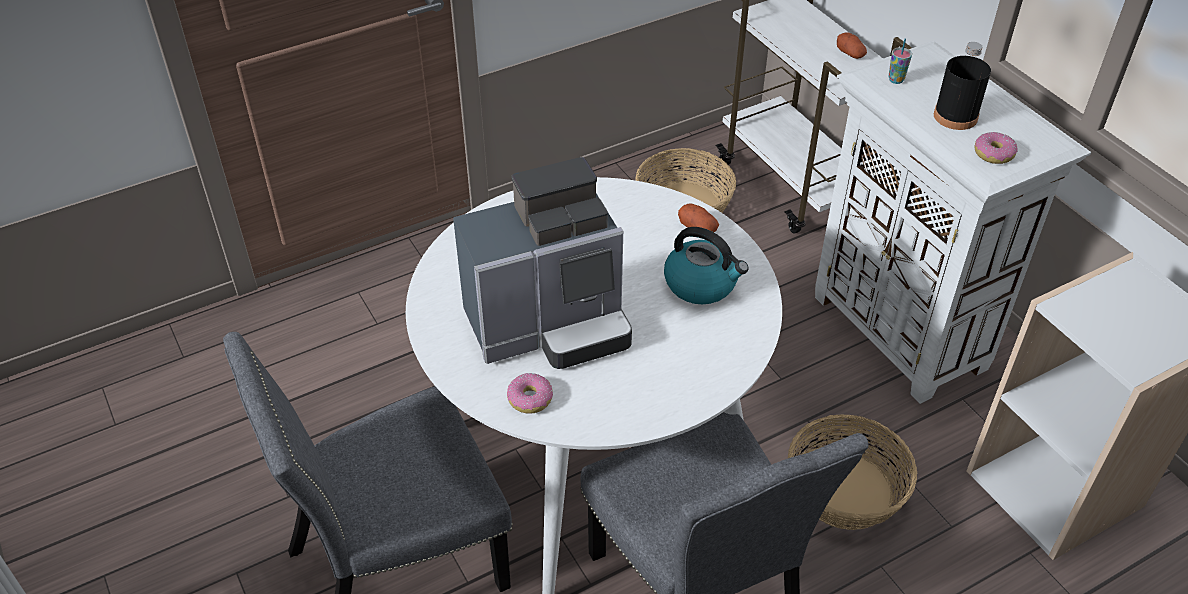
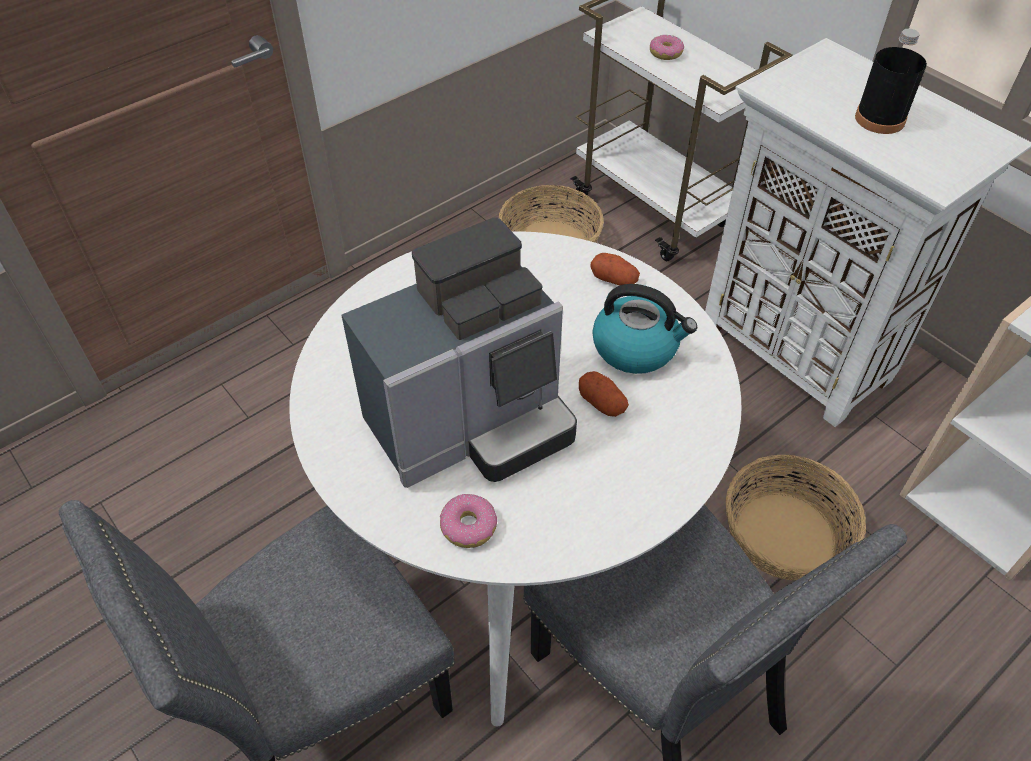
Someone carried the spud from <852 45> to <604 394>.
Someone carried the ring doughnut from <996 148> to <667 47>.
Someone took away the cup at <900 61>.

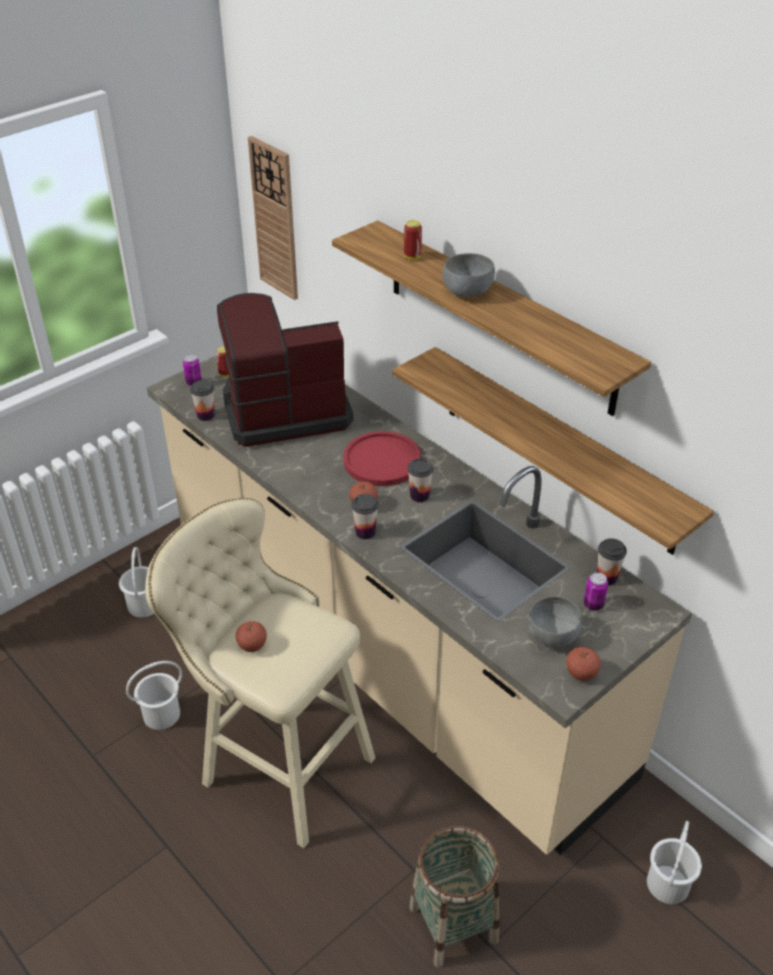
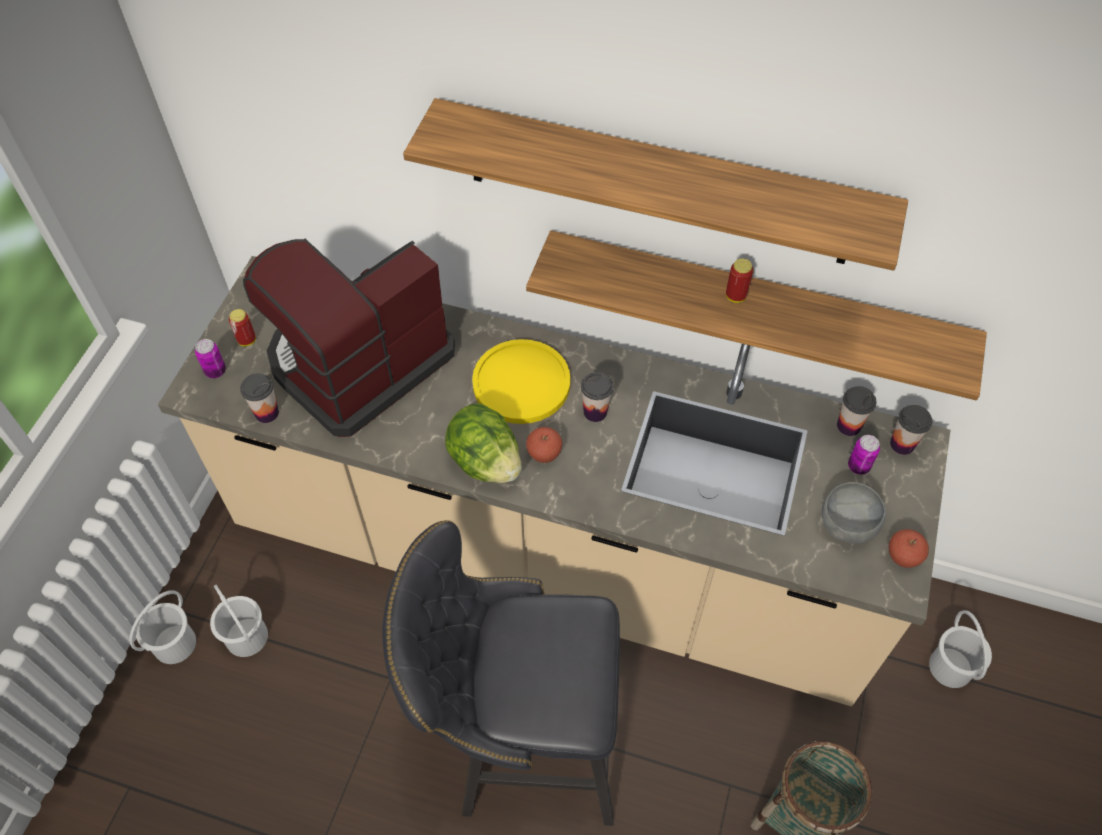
Someone carried the white-coloured bucket from <154 695> to <162 627>.
Someone repainted the beige stool at <260 673>, which became the blackish stool at <501 673>.
Someone put down the lettuce head at <483 443>.
Someone repainted the red-coloured flat dish at <382 458>, which became the yellow flat dish at <521 381>.
Someone carried the can from <413 240> to <740 281>.
Someone carried the cup from <365 516> to <911 430>.
Someone took away the whole apple at <251 636>.
Someone took away the clock on the wall at <273 218>.
Someone took away the greyish deep dish at <468 275>.

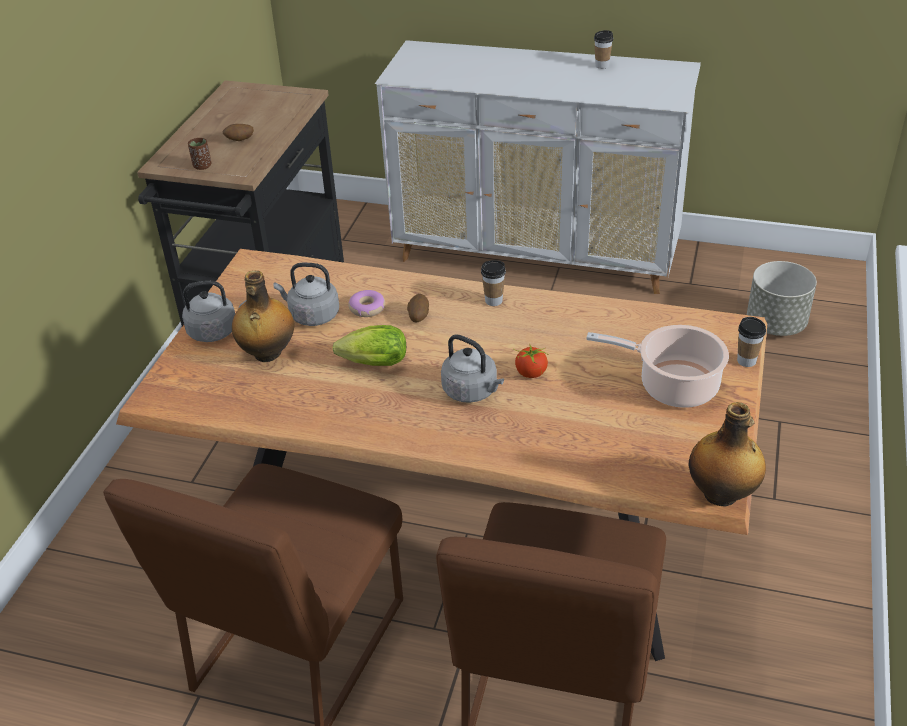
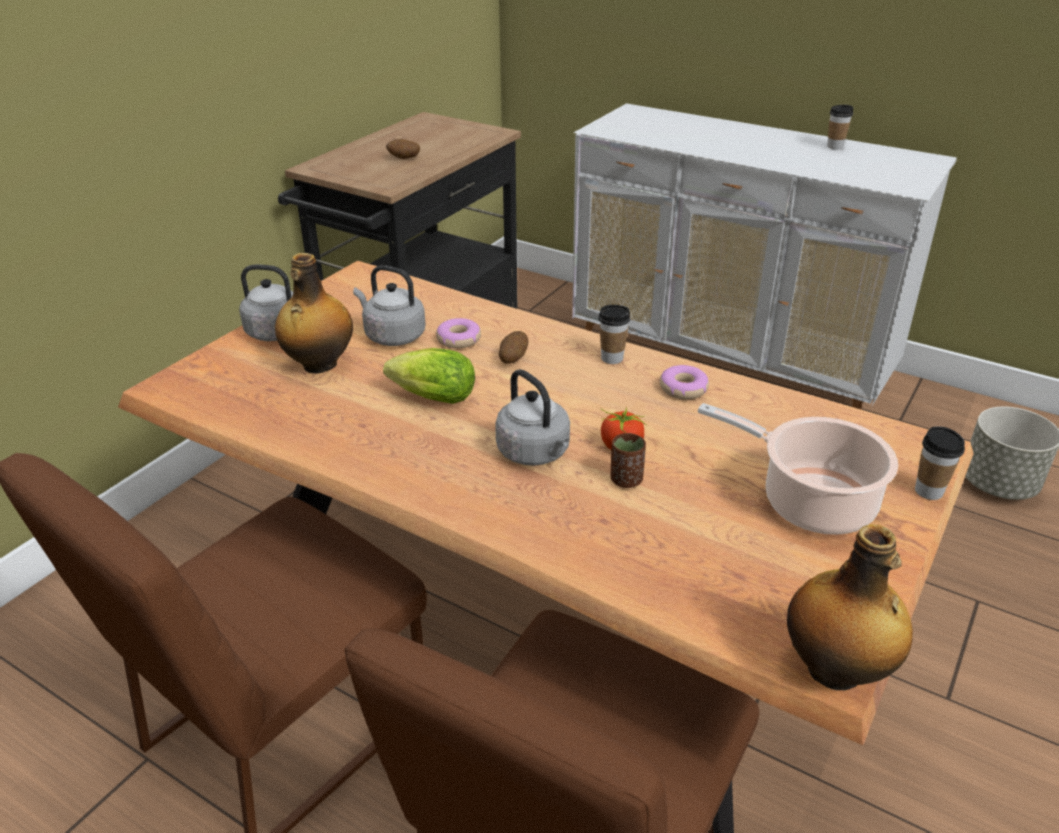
Someone carried the brown cup from <199 154> to <628 460>.
Someone put down the ring doughnut at <684 382>.

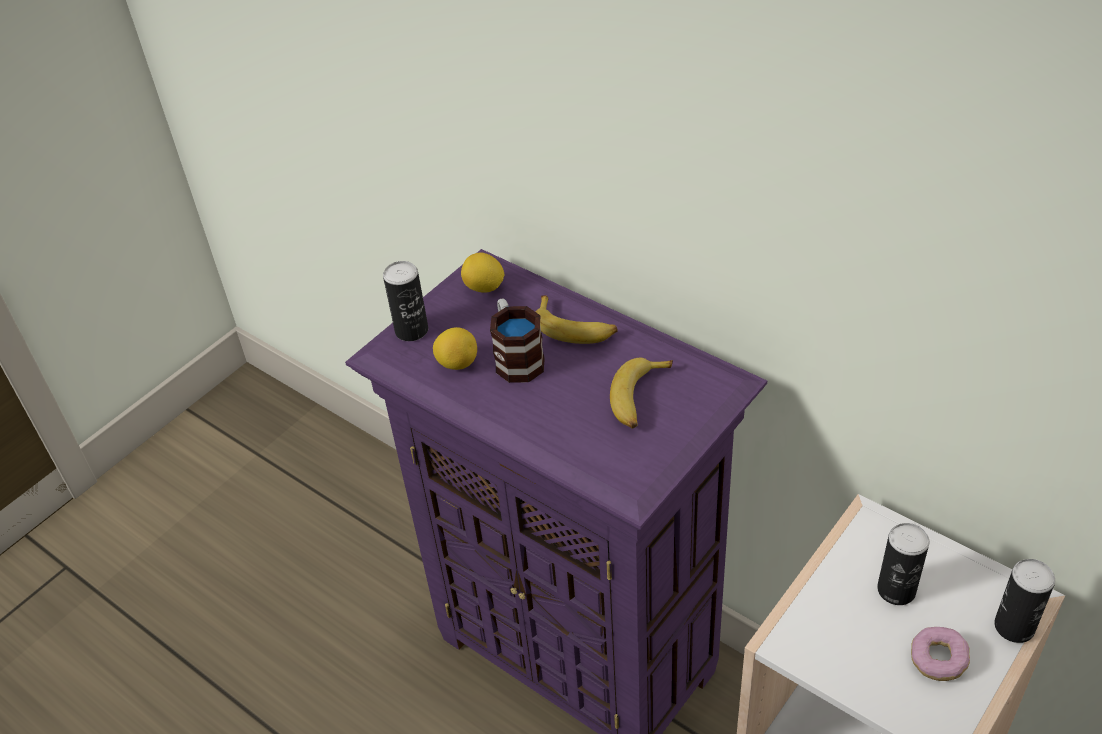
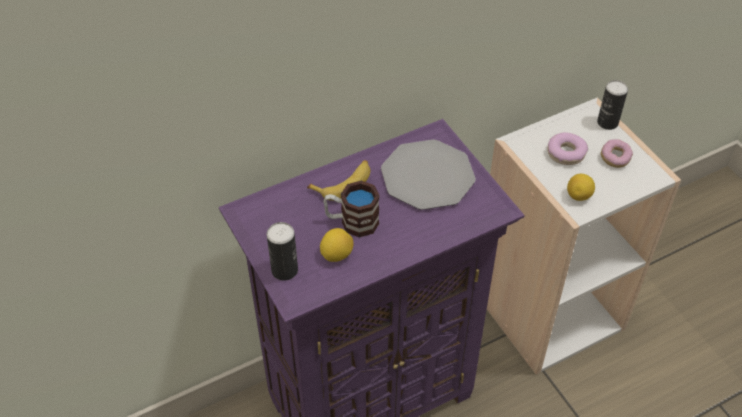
Someone swapped the banana at <641 392> for the flat dish at <428 174>.
Someone swapped the can at <903 564> for the ring doughnut at <567 148>.
Someone carried the lemon from <483 273> to <581 187>.

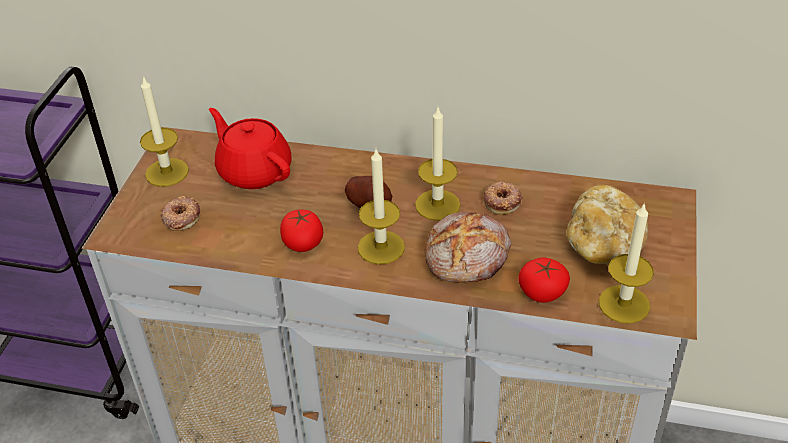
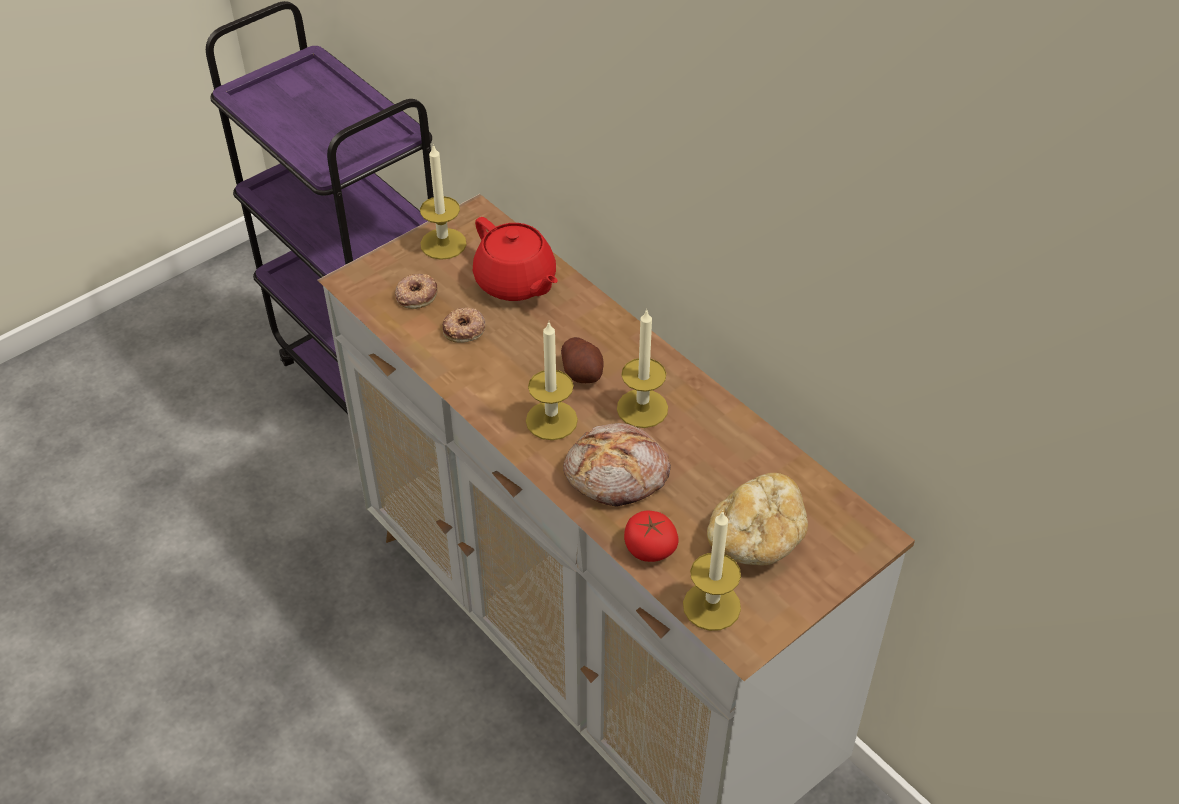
Someone carried the ring doughnut from <503 198> to <463 325>.
Someone rotated the red-coloured teapot at <250 148> by 150 degrees clockwise.
Someone took away the whole tomato at <301 231>.

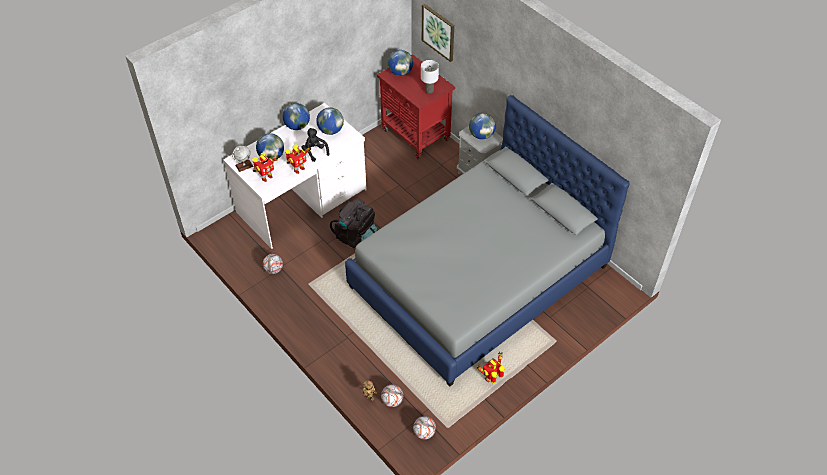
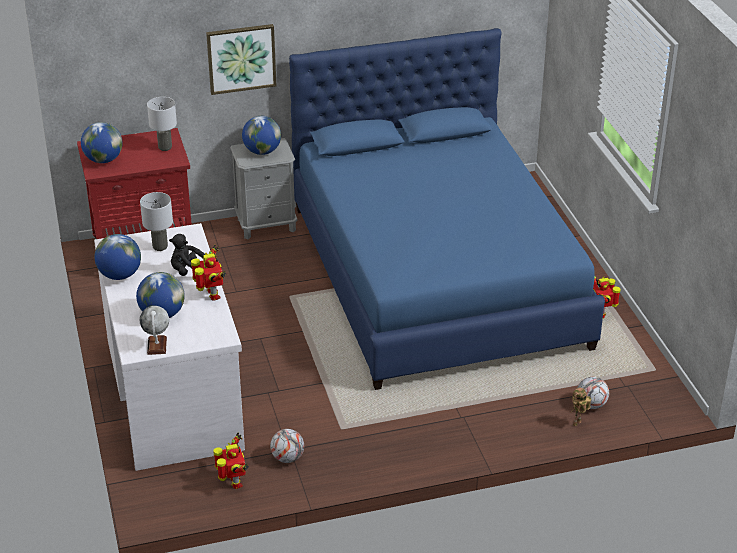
Someone swapped the world globe at <330 121> for the white-coloured lamp for a table at <156 221>.
Someone carried the wall picture from <438 33> to <241 59>.
Someone carried the model robot from <265 167> to <231 460>.
Someone repainted the greyish sleeping bed at <487 241>, which became the blue sleeping bed at <447 209>.
Someone took away the blackish knapsack at <354 223>.
Someone took away the football ball at <424 427>.

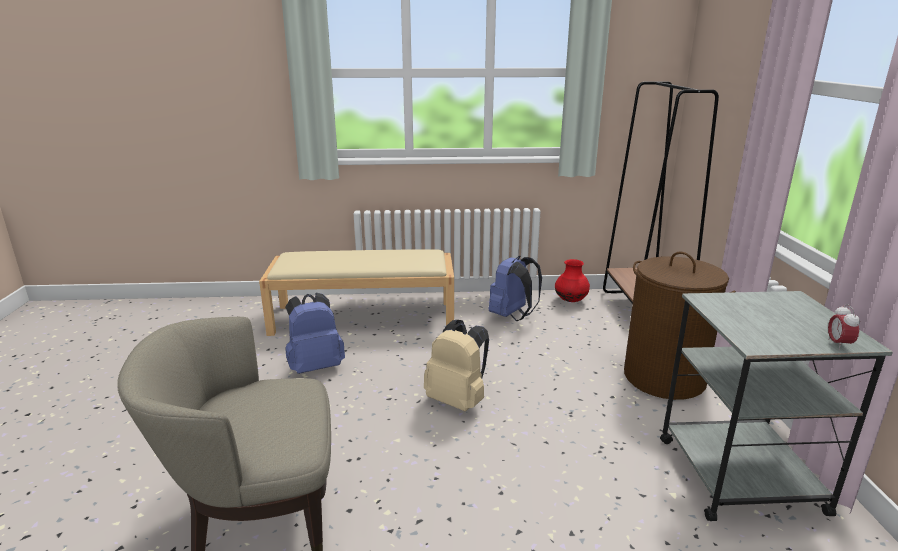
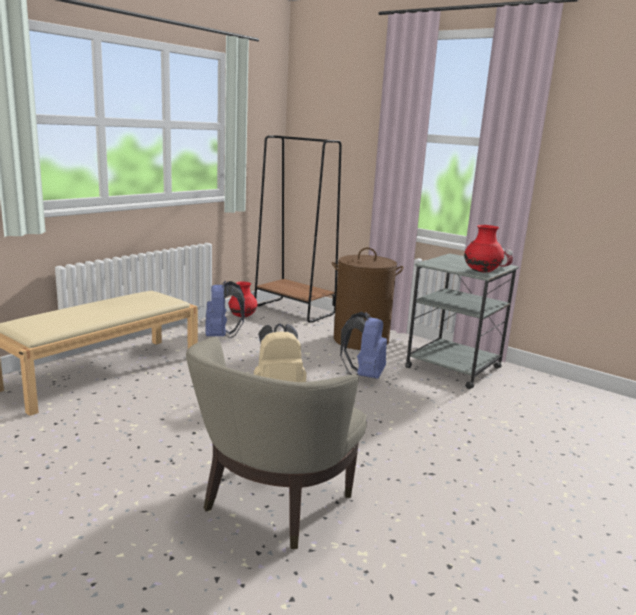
Someone carried the blue knapsack from <315 333> to <363 345>.
Someone put down the red-coloured vase at <484 249>.

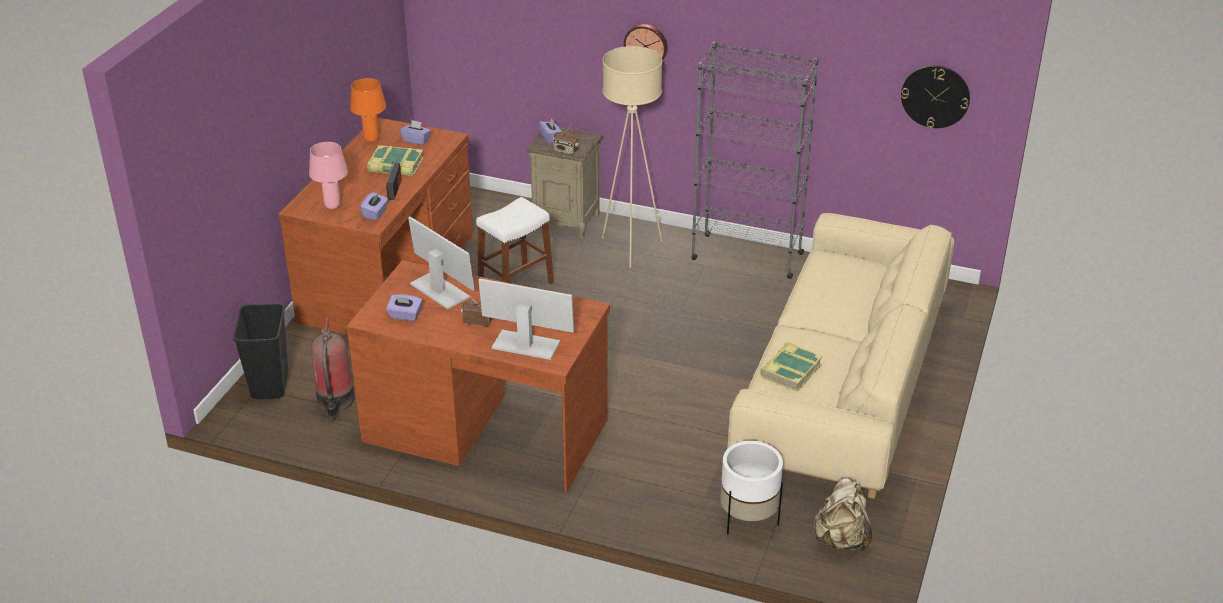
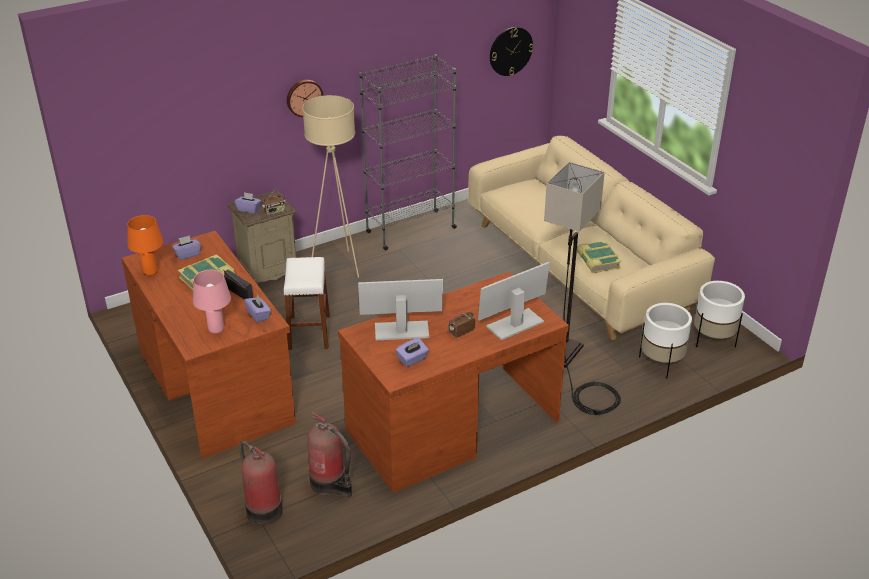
Someone swapped the blackish waste bin at <260 351> for the extinguisher at <261 483>.
Someone put down the standard lamp at <582 289>.
Someone swapped the beige knapsack at <842 514> for the white-coloured planter at <719 314>.

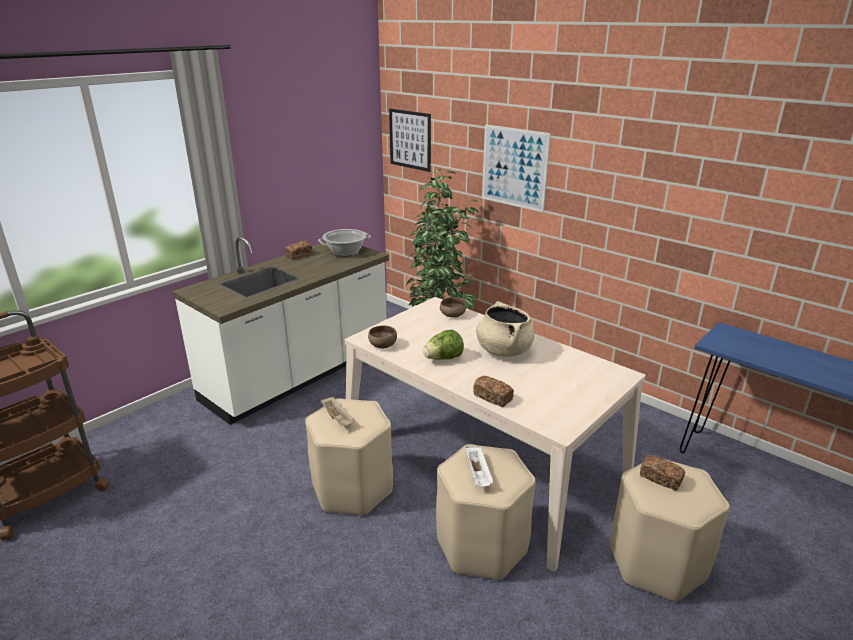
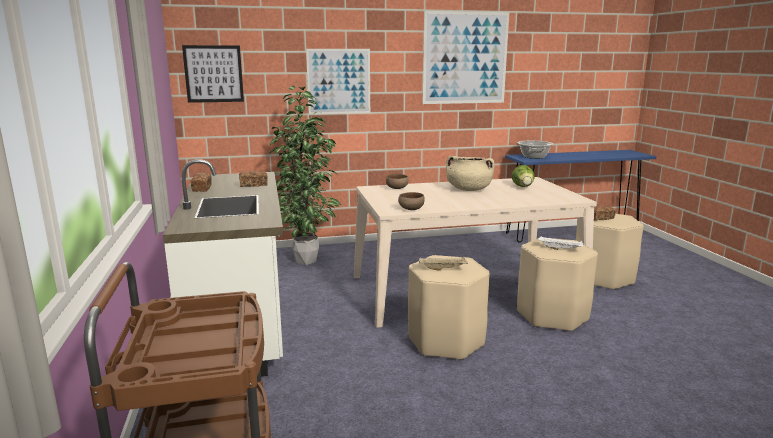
Someone carried the bread from <493 391> to <253 179>.
Someone put up the wall picture at <465 57>.
Someone carried the lettuce head from <443 345> to <523 176>.
Someone carried the saucepot from <344 242> to <535 150>.

